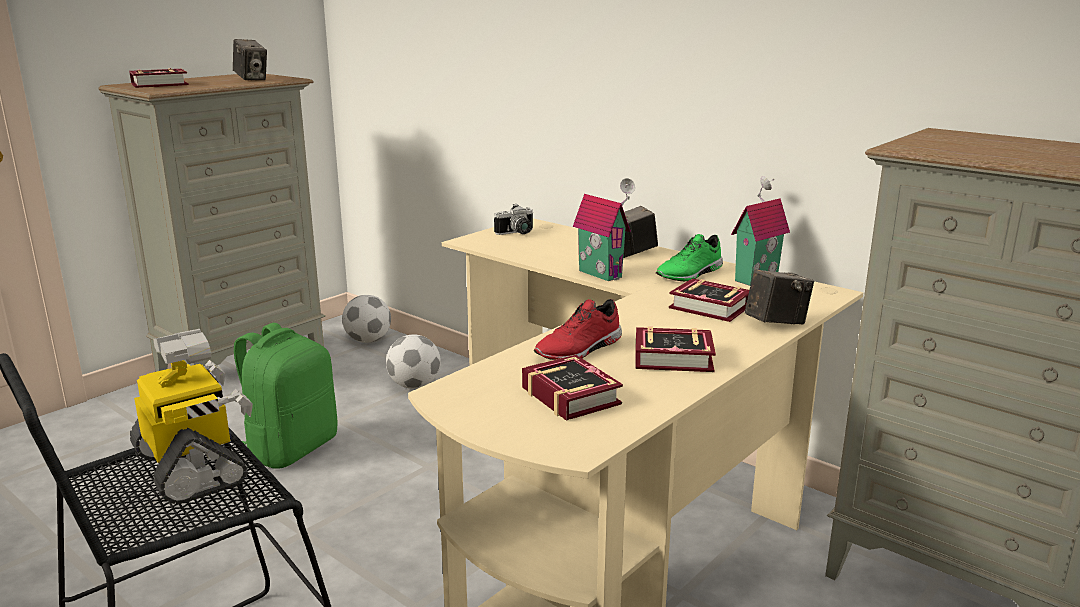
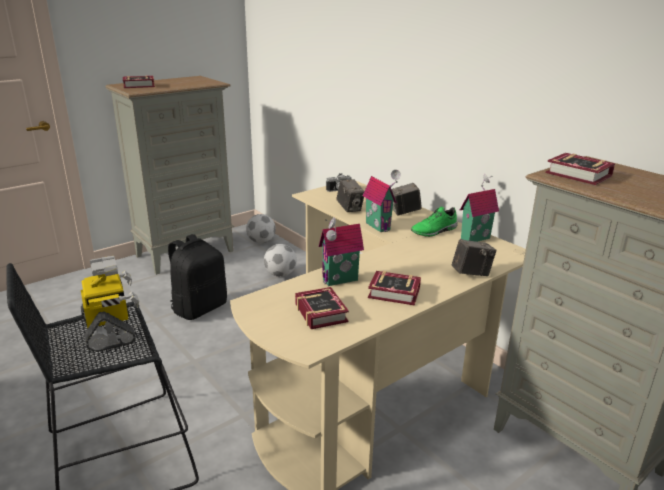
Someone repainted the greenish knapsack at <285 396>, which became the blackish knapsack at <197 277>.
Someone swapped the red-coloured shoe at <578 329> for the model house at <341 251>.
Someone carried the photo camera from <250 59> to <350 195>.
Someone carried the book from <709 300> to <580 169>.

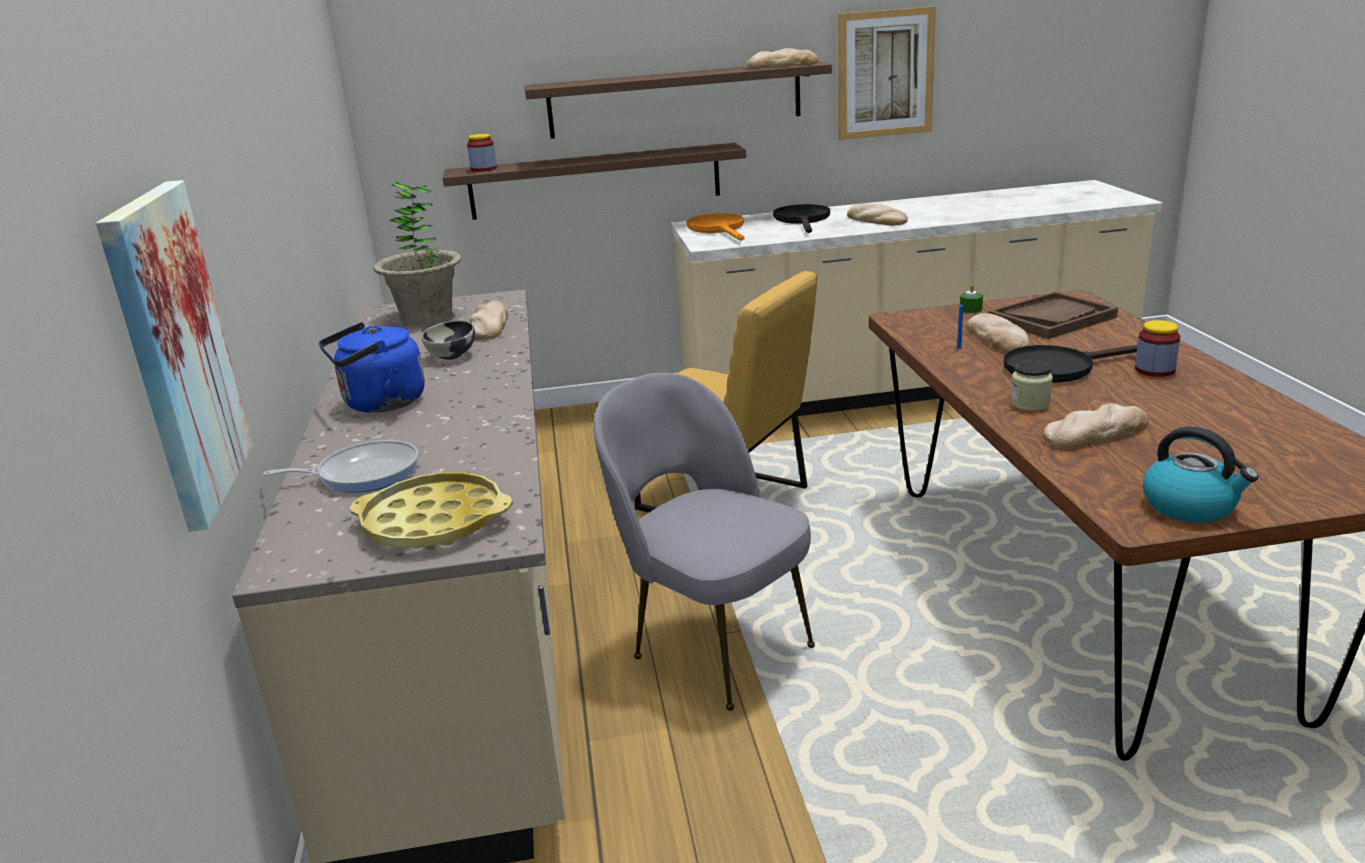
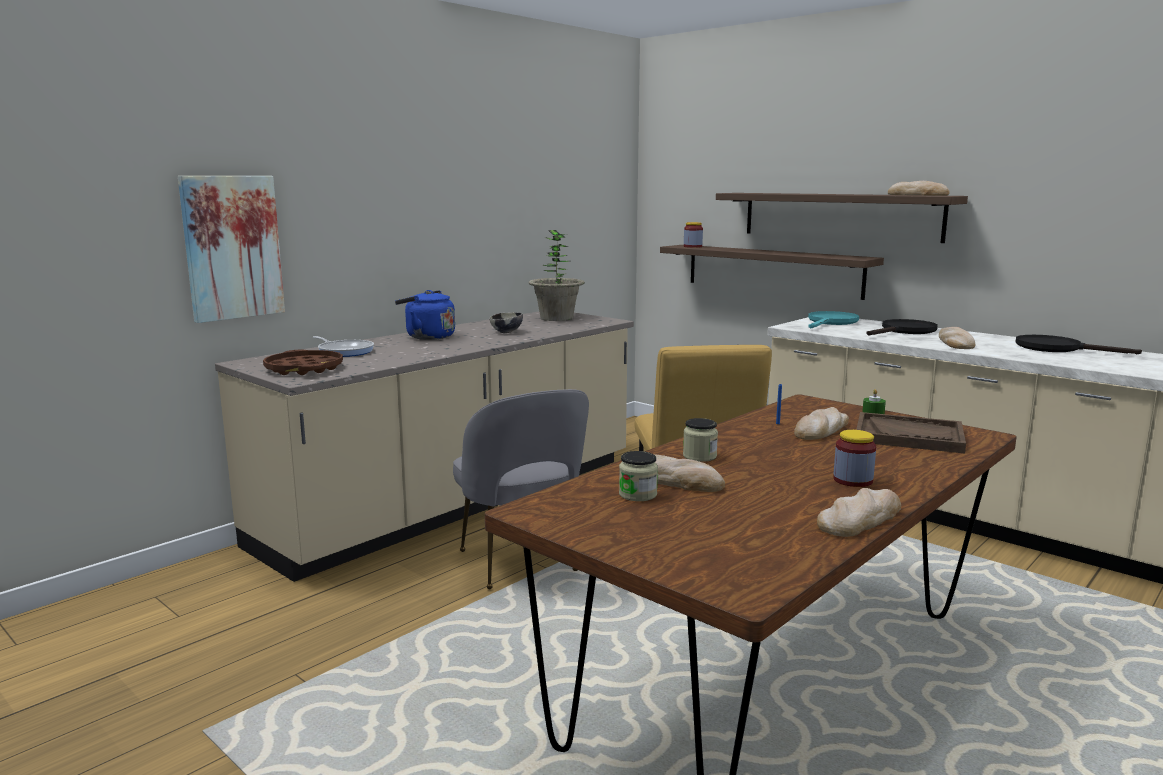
Someone repainted the yellow serving tray at <431 510>, which became the brown serving tray at <303 362>.
Someone rotated the greyish chair at <704 542> by 150 degrees clockwise.
Someone put down the storage jar at <638 476>.
Someone repainted the orange-coloured pan at <715 227>, which became the turquoise pan at <833 319>.
Someone carried the bread from <489 320> to <859 512>.
Someone carried the blackish pan from <1071 364> to <1078 344>.
Someone took away the wall picture at <887 73>.
Someone took away the tea kettle at <1200 474>.

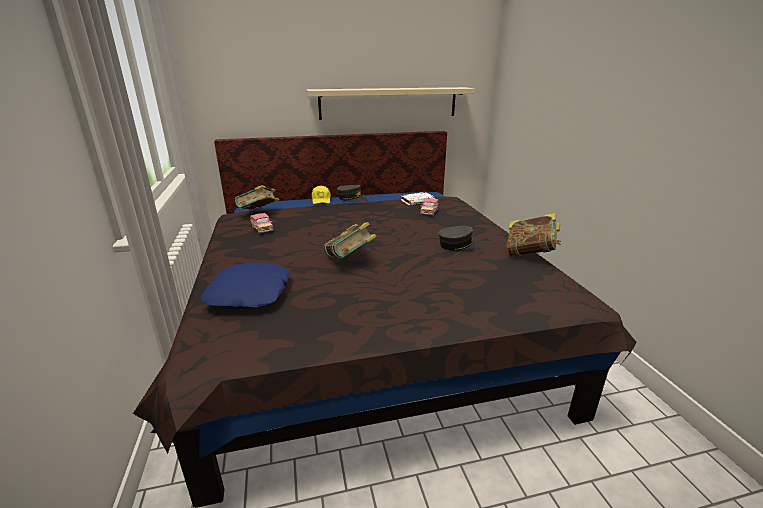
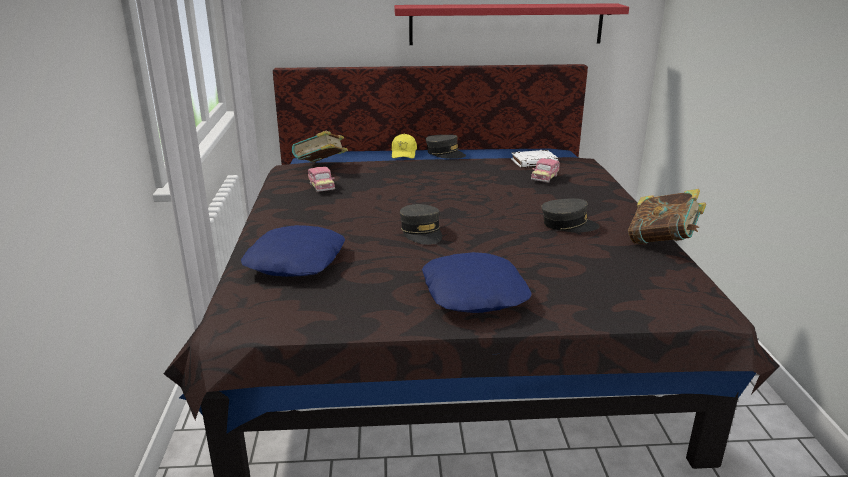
Someone repainted the beige bracket shelf at <390 103>, which became the red-coloured bracket shelf at <511 24>.
Someone swapped the book at <350 240> for the greyish cap at <421 224>.
Someone put down the blue throw pillow at <477 282>.

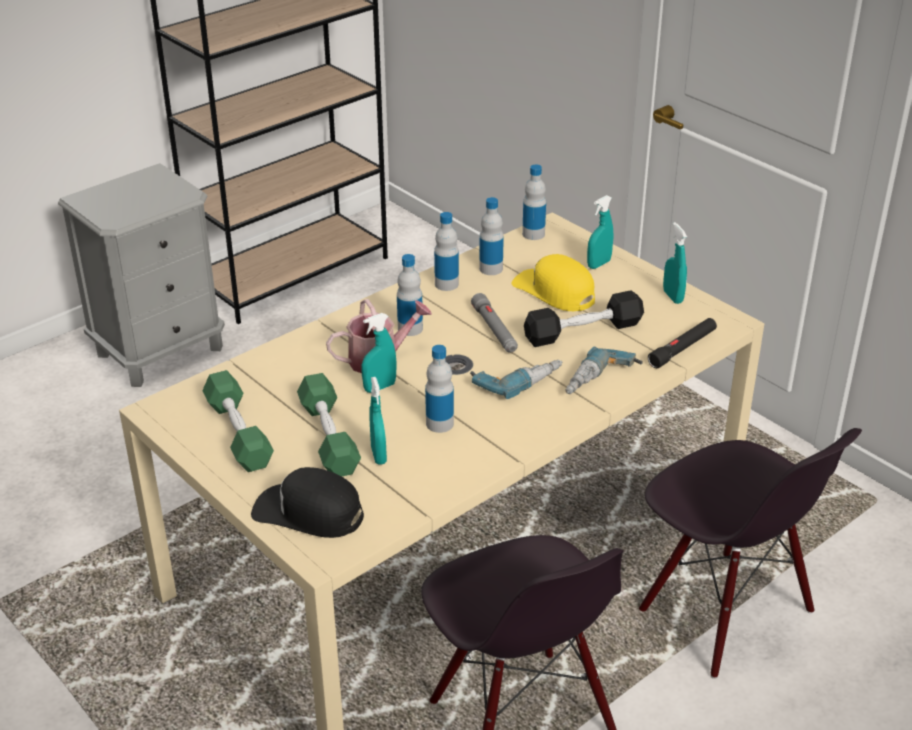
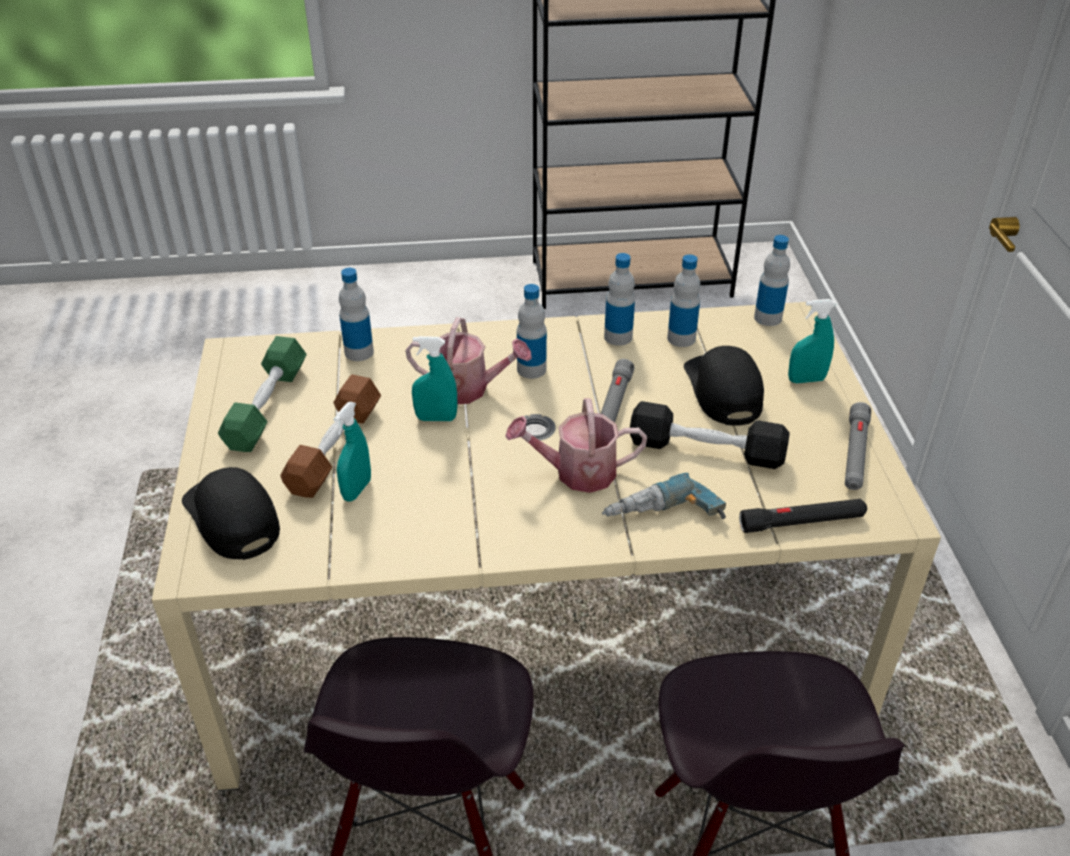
Someone repainted the greenish hand weight at <329 425>, which became the brown hand weight at <330 436>.
Someone carried the beverage bottle from <439 389> to <356 314>.
Someone swapped the drill at <516 379> for the sprinkling can at <576 445>.
Someone repainted the yellow cap at <553 282>, which became the blackish cap at <724 386>.
Someone swapped the turquoise spray bottle at <675 263> for the greyish torch at <858 446>.
Someone took away the greyish nightstand at <141 275>.

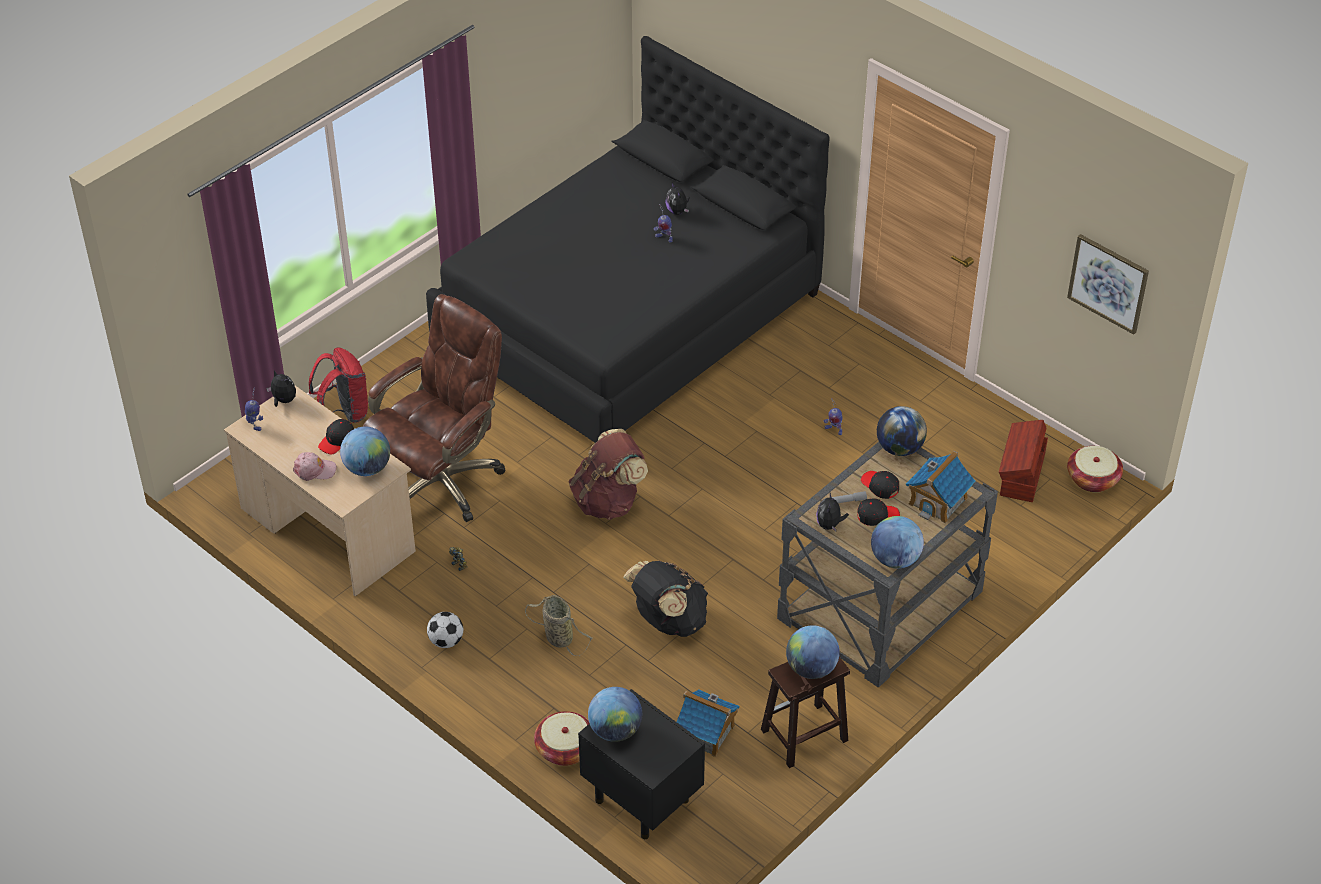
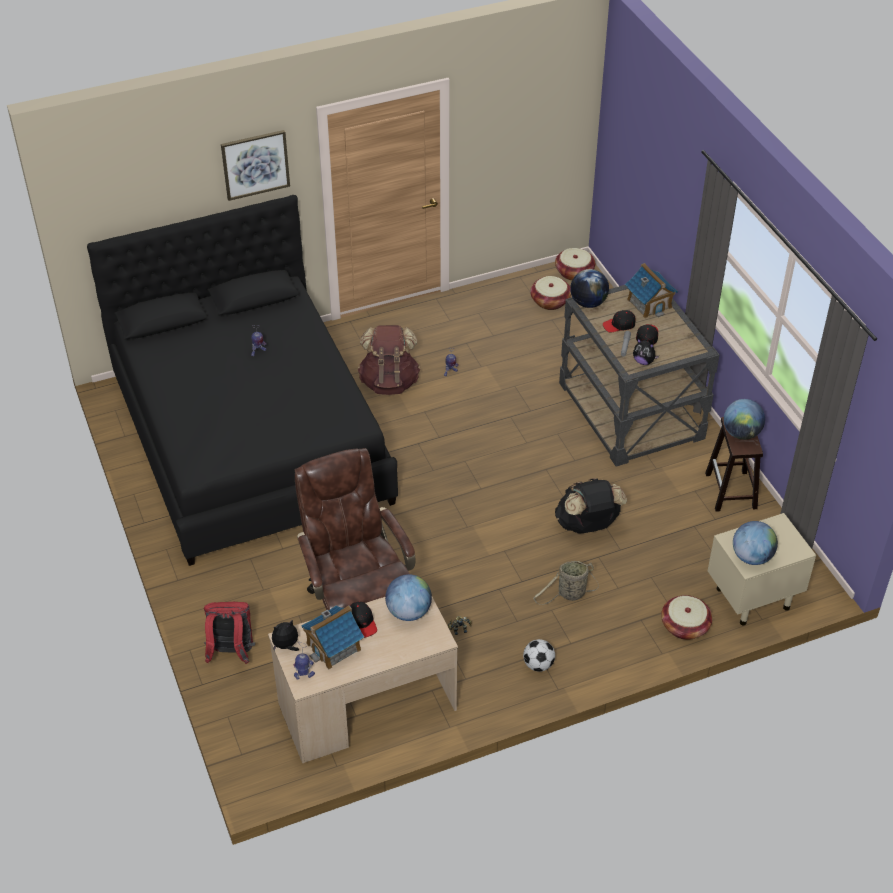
Someone carried the wall picture from <1108 284> to <255 165>.
Someone carried the model house from <708 723> to <332 637>.
Someone carried the brown knapsack from <608 474> to <389 360>.
Someone swapped the brown storage box at <1023 461> for the storage basket at <550 293>.
Someone repainted the blackish nightstand at <641 764>, which became the beige nightstand at <762 569>.
Someone took away the pinkish cap at <315 466>.
Someone took away the plush toy at <677 199>.
Someone took away the world globe at <897 542>.

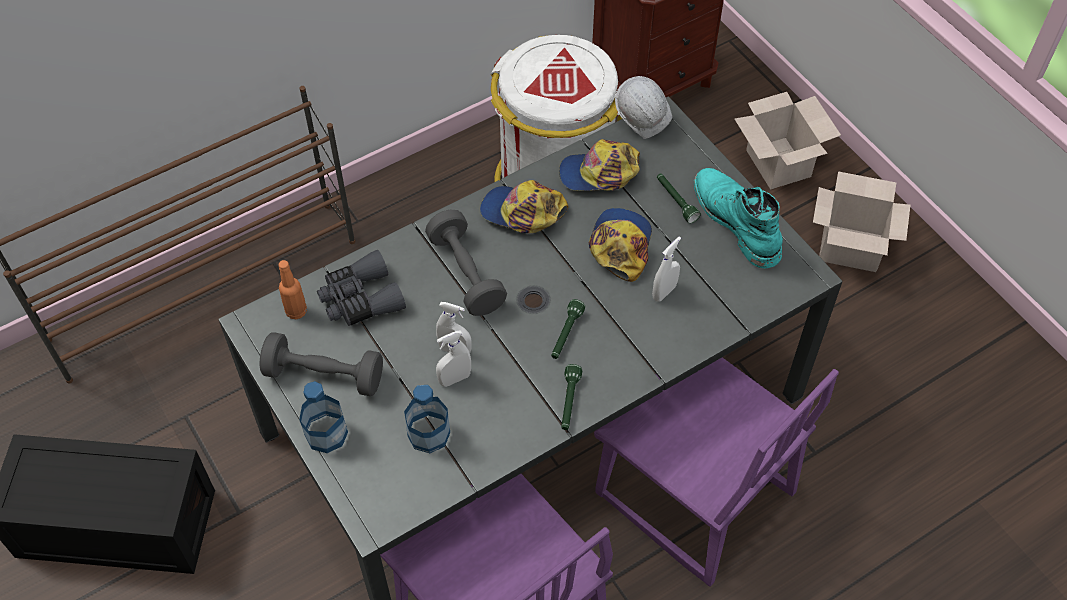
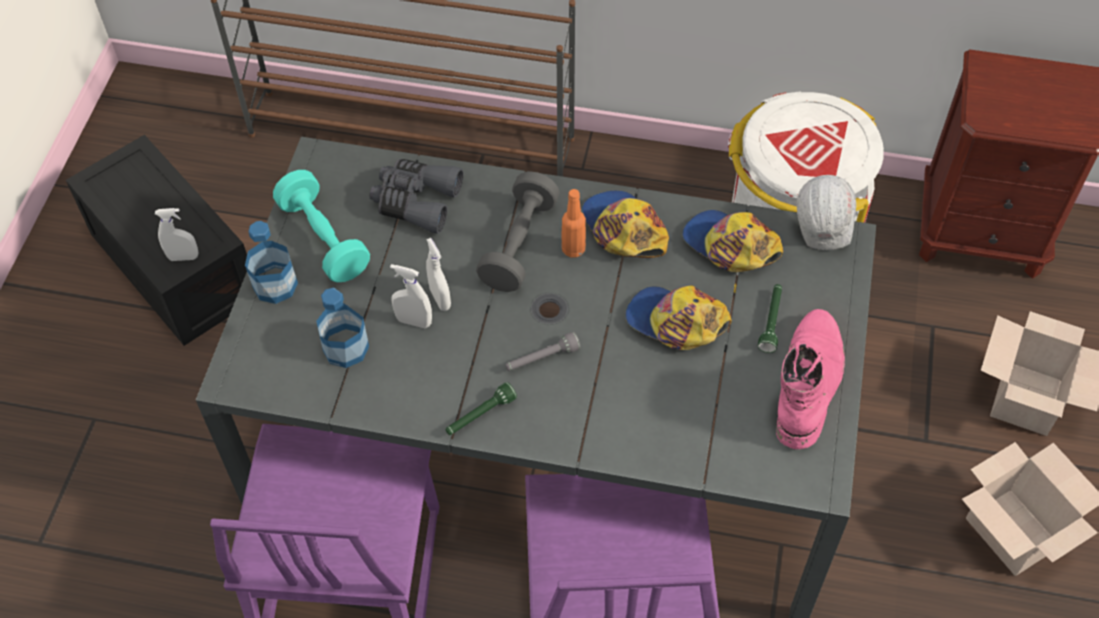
Someone carried the white-coloured spray bottle from <666 269> to <176 234>.
Someone repainted the greyish hand weight at <321 364>, which became the turquoise hand weight at <321 226>.
Someone repainted the greenish torch at <568 329>, which became the greyish torch at <543 351>.
Someone carried the orange-coloured beverage bottle from <292 289> to <573 223>.
Someone rotated the cap at <620 245> by 120 degrees counterclockwise.
Someone repainted the turquoise boot at <738 218>, which became the pinkish boot at <810 379>.

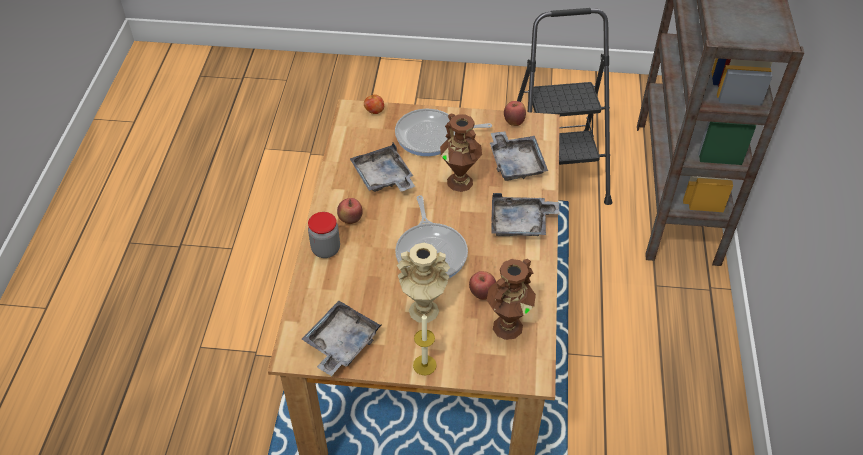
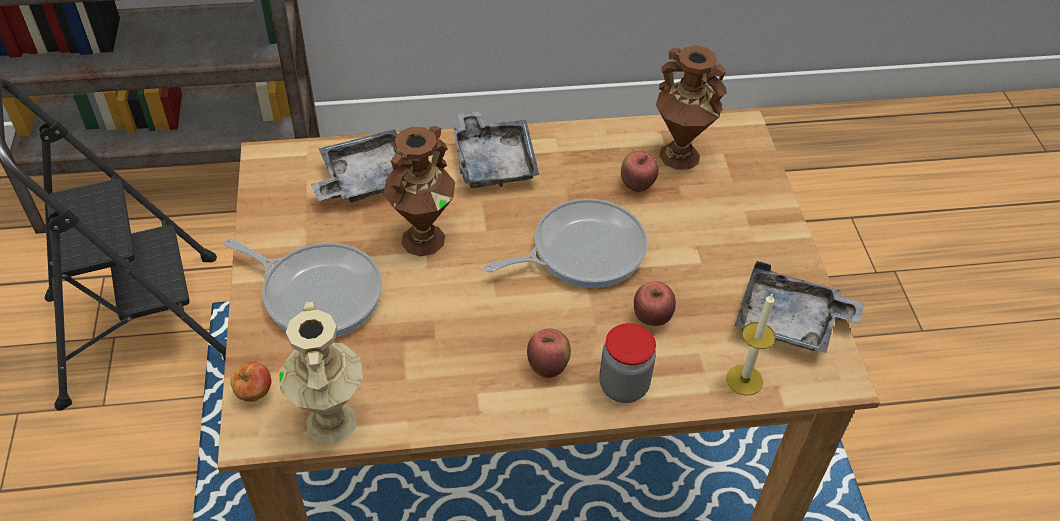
Someone rotated the pan at <443 132> by 45 degrees counterclockwise.
Someone carried the beige vase from <423 283> to <321 373>.
Someone carried the whole apple from <515 113> to <655 303>.
Someone carried the candle from <425 344> to <751 345>.
Someone took away the greyish serving tray at <382 167>.

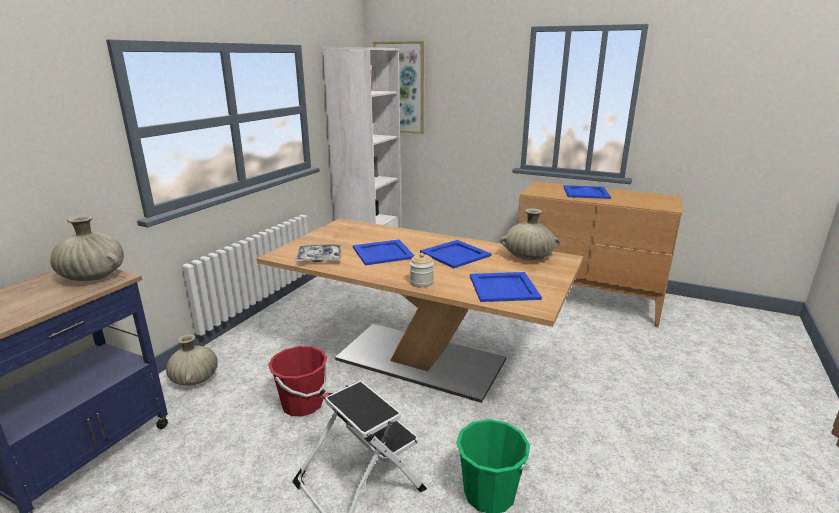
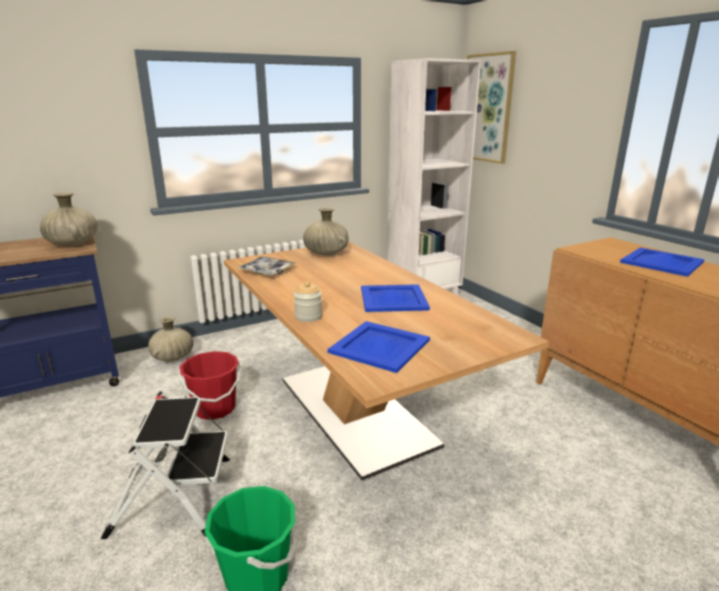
Someone carried the beige vase from <530 234> to <326 231>.
Someone took away the blue serving tray at <384 252>.

